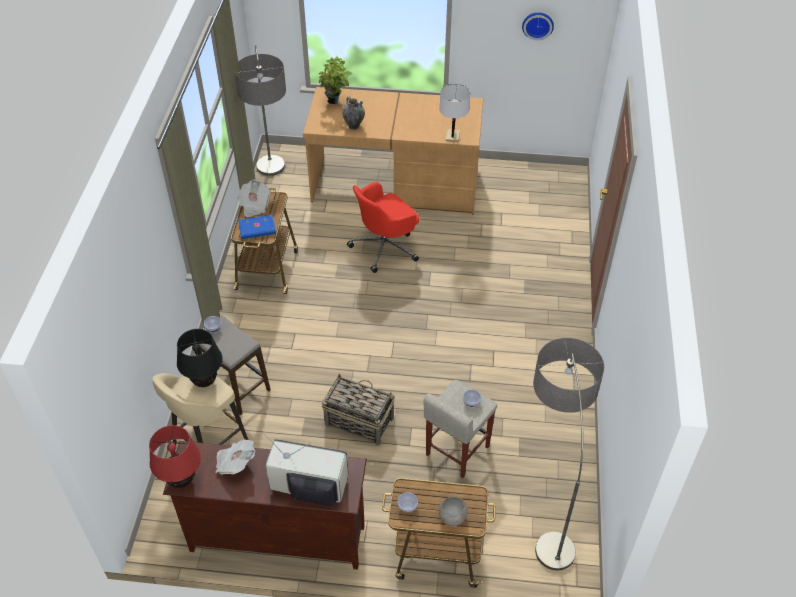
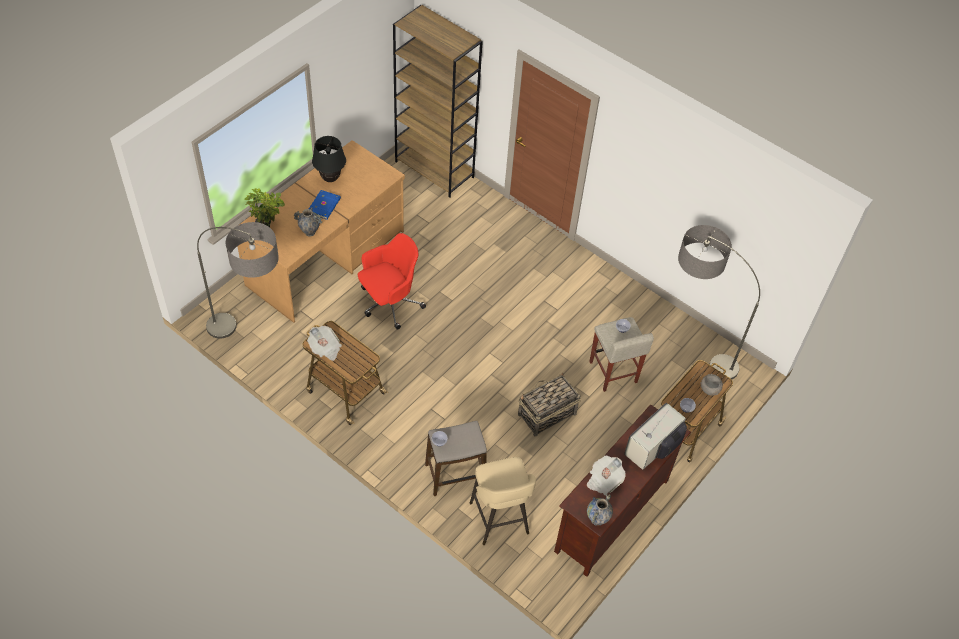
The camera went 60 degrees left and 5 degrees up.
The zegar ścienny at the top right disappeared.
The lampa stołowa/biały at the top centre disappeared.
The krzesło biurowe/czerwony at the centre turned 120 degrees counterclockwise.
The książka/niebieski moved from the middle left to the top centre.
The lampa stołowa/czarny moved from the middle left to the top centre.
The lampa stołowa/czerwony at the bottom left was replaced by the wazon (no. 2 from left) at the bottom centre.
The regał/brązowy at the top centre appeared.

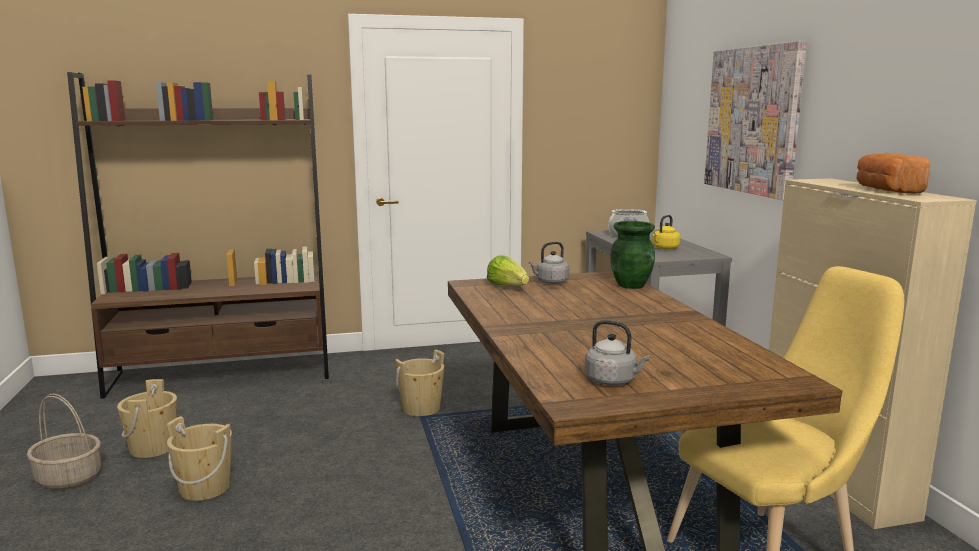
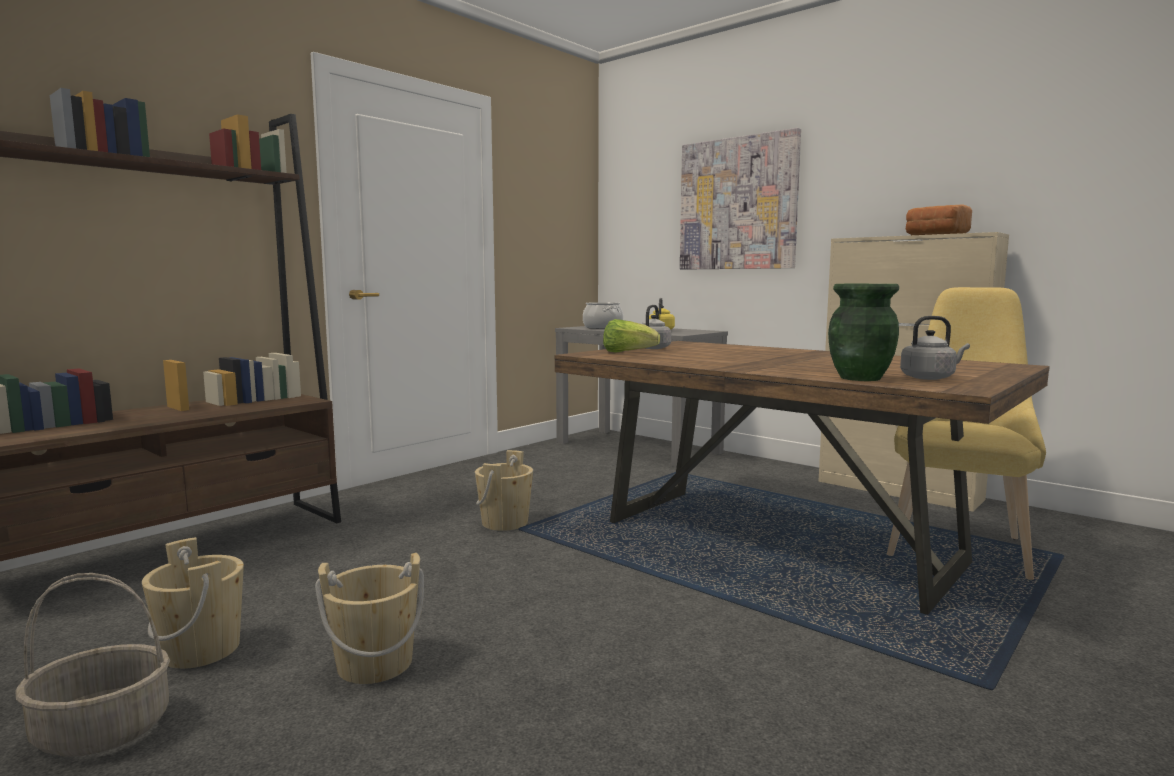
The camera went 35 degrees left and 5 degrees down.
The wazon/zielony moved from the centre to the middle right.

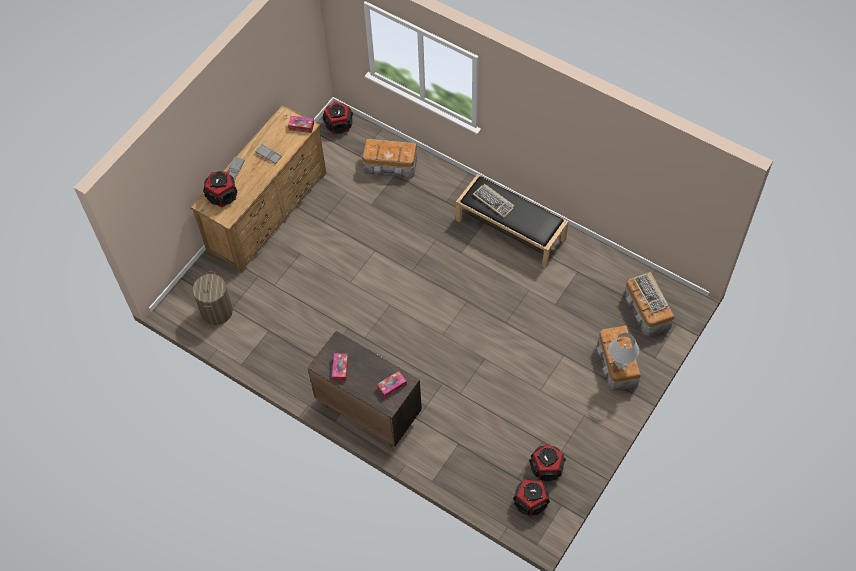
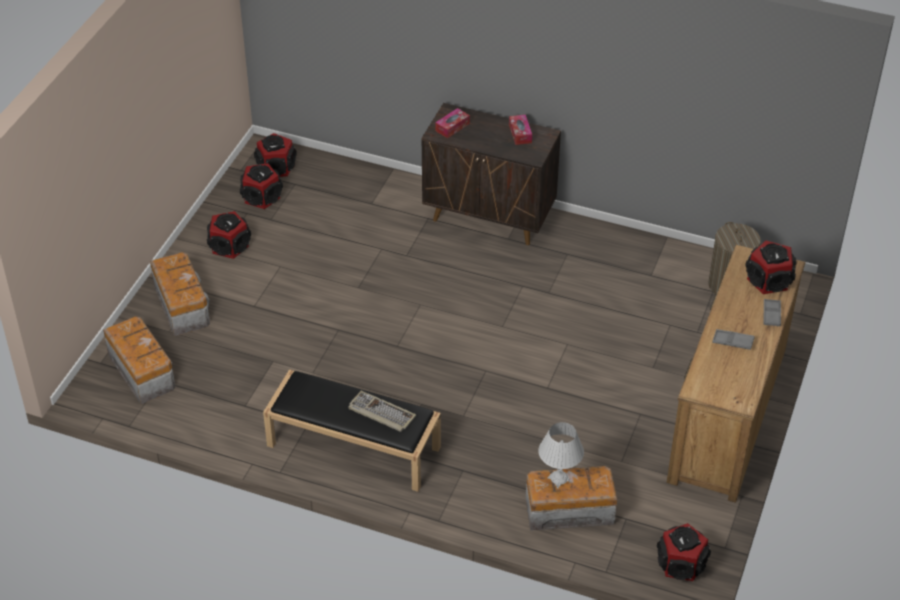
The camera went 165 degrees right and 15 degrees down.
The pudełko chusteczek (no. 1 from left) at the top centre disappeared.
The klawiatura (no. 2 from left) at the middle right disappeared.
The lampa stołowa/biały moved from the middle right to the bottom centre.
The głośnik (no. 1 from left) at the middle left appeared.

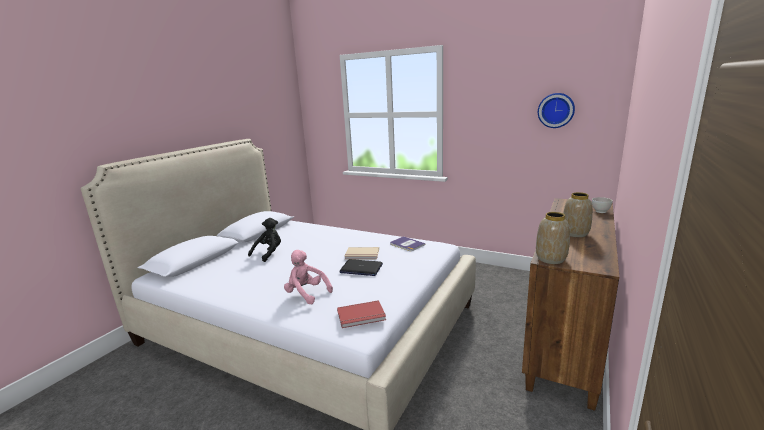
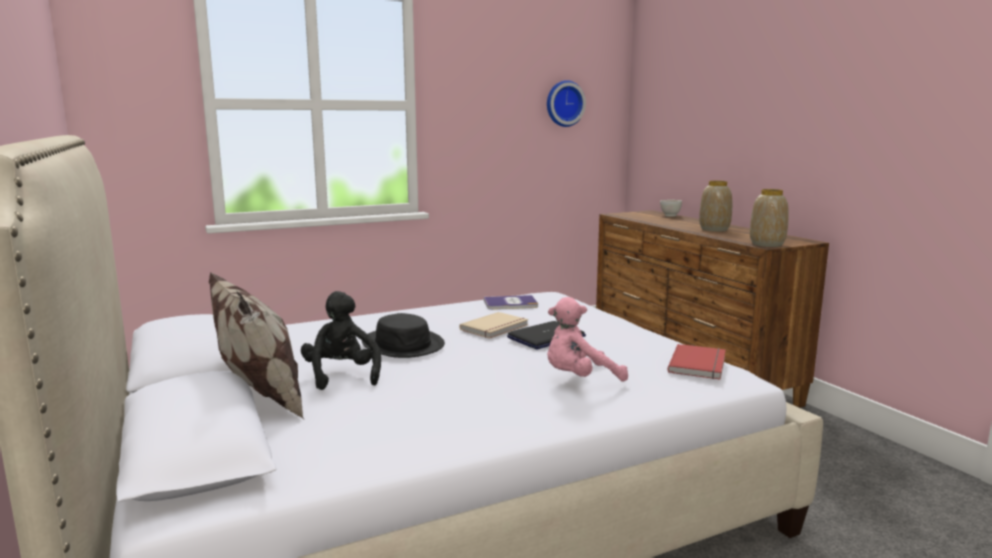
The camera went 55 degrees left and 5 degrees down.
The poduszka at the middle left appeared.
The kapelusz/czarny at the centre appeared.

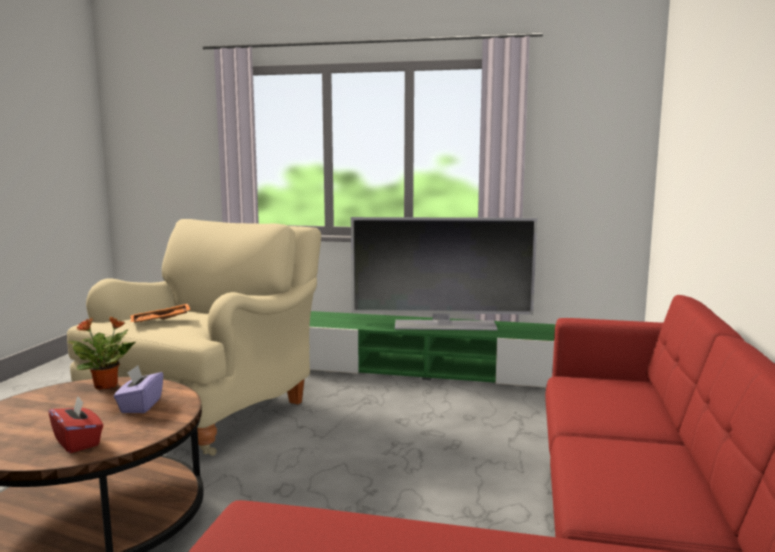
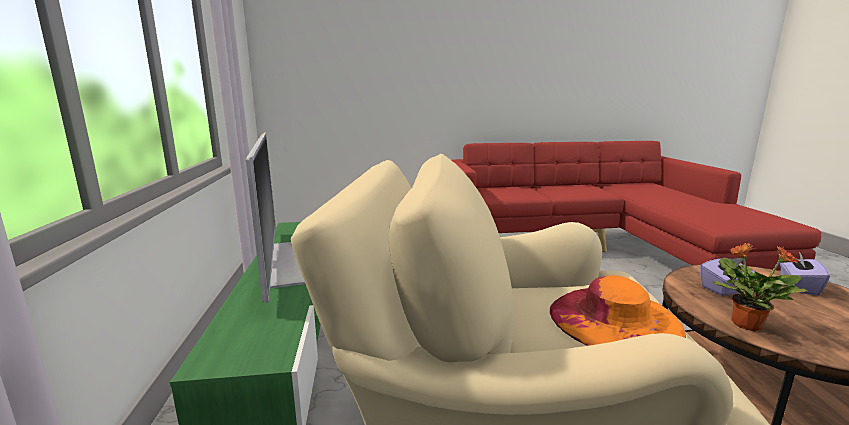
The camera went 110 degrees left and 5 degrees up.
The taca/pomarańczowy at the middle left was replaced by the kapelusz/pomarańczowy at the bottom right.
The pudełko chusteczek/czerwony at the bottom left became the pudełko chusteczek/fioletowy (no. 2 from left) at the middle right.

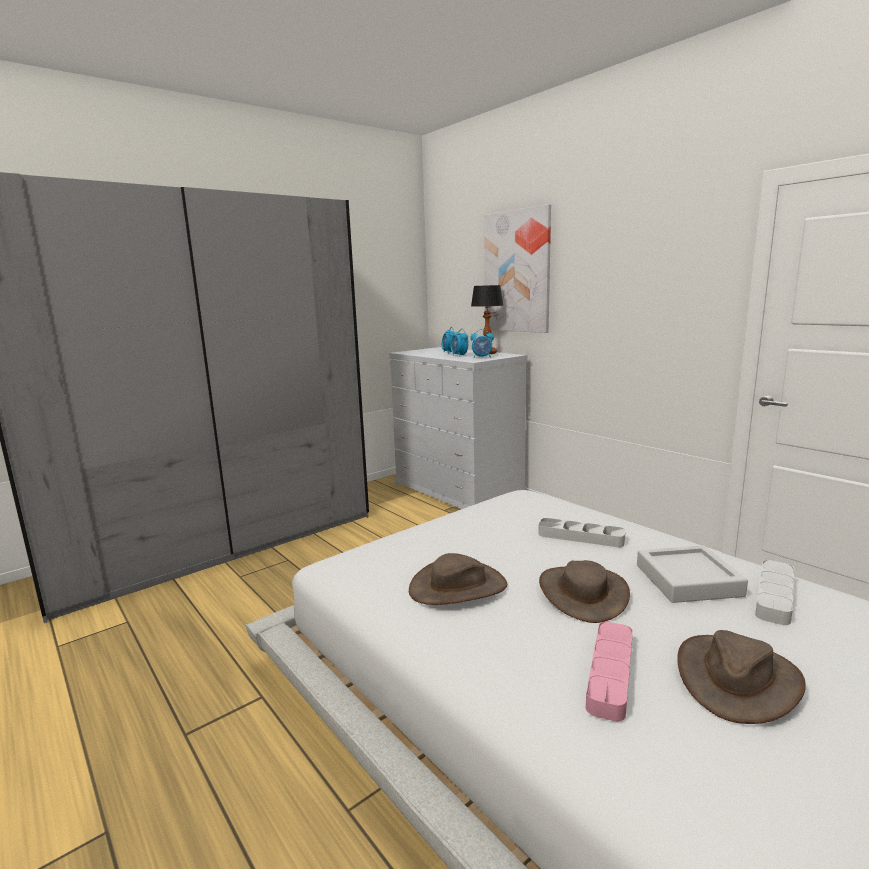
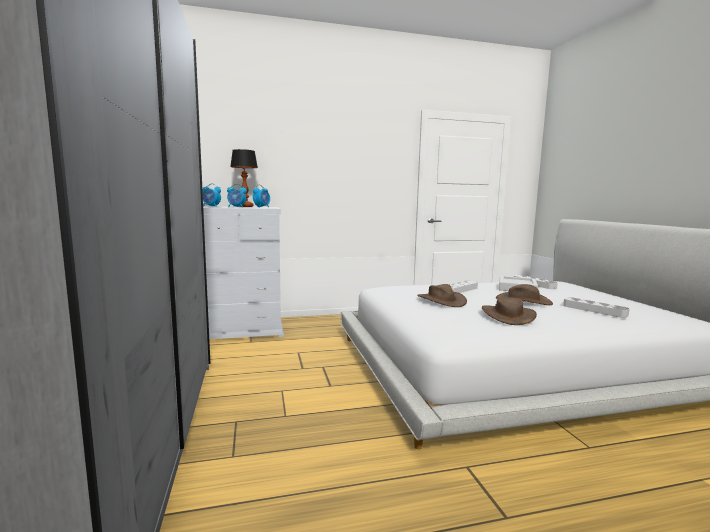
The camera went 65 degrees left and 5 degrees down.
The obraz at the top centre disappeared.
The taca/różowy at the bottom right became the taca/szary (no. 4 from left) at the middle right.
The kapelusz/brązowy (no. 3 from left in the first image) moved from the bottom right to the centre.

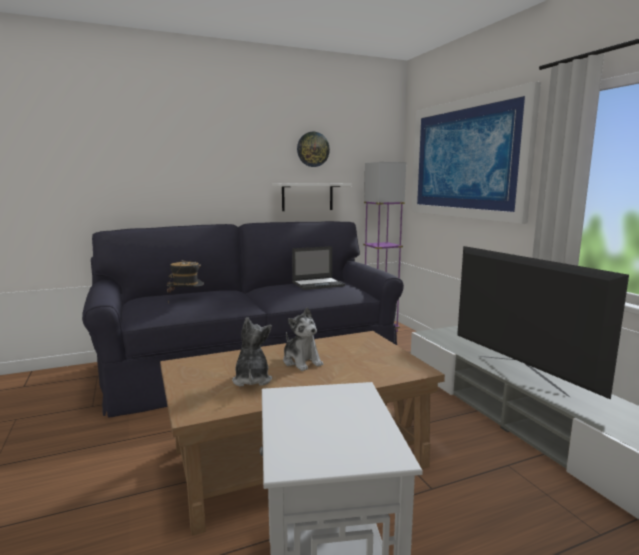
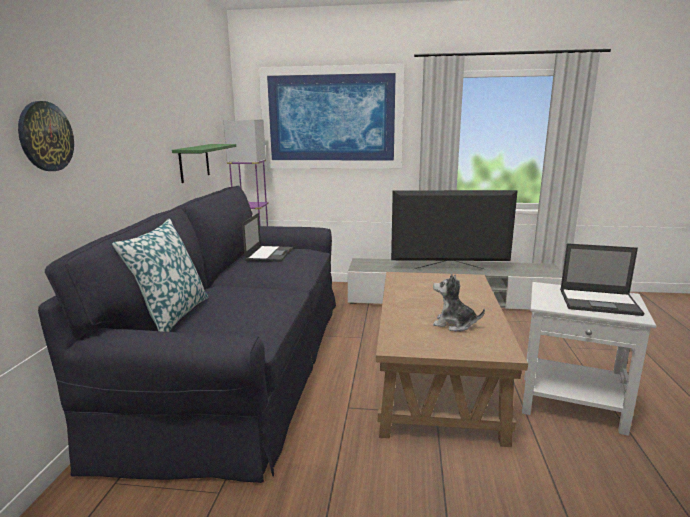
The camera went 60 degrees left and 5 degrees up.
The zegar ścienny moved from the top centre to the top left.
The półka/biały at the centre became the półka/zielony at the top left.
The kapelusz at the middle left disappeared.
The pluszak (no. 2 from left) at the centre disappeared.
The poduszka at the middle left appeared.
The laptop (no. 2 from left) at the middle right appeared.

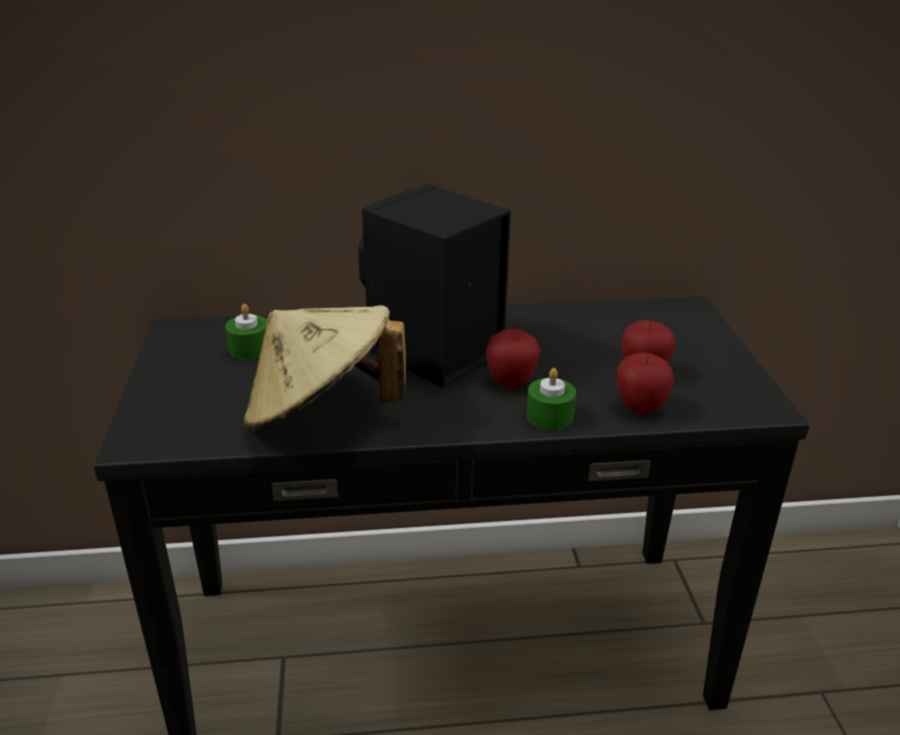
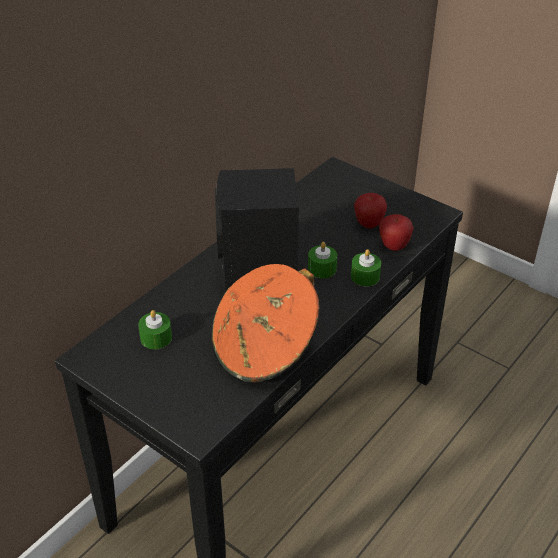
The camera went 45 degrees left and 10 degrees up.
The kapelusz/beżowy at the centre became the kapelusz/pomarańczowy at the centre.
The jabłko (no. 1 from left) at the centre was replaced by the świeca/zielony (no. 2 from left) at the centre.

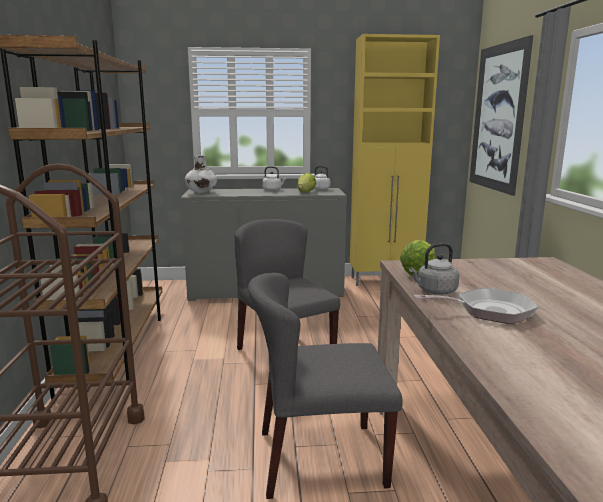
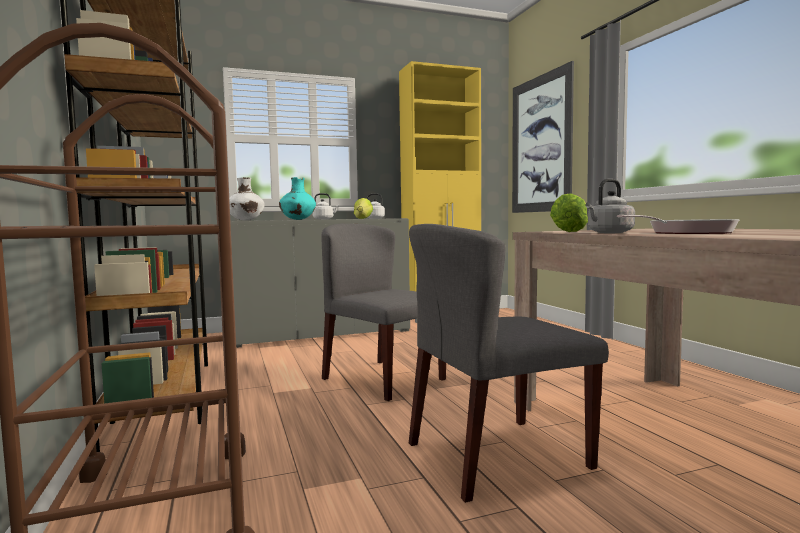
The camera went 15 degrees left and 10 degrees down.
The wazon/turkusowy at the centre appeared.

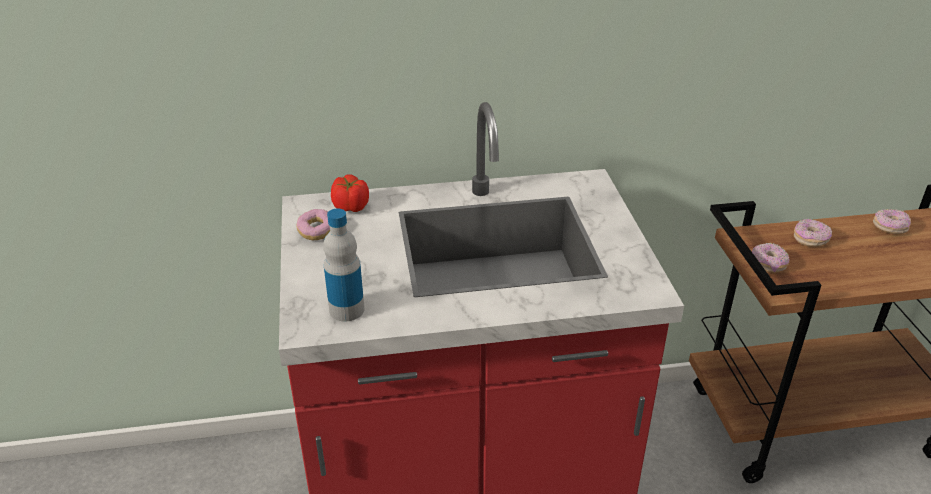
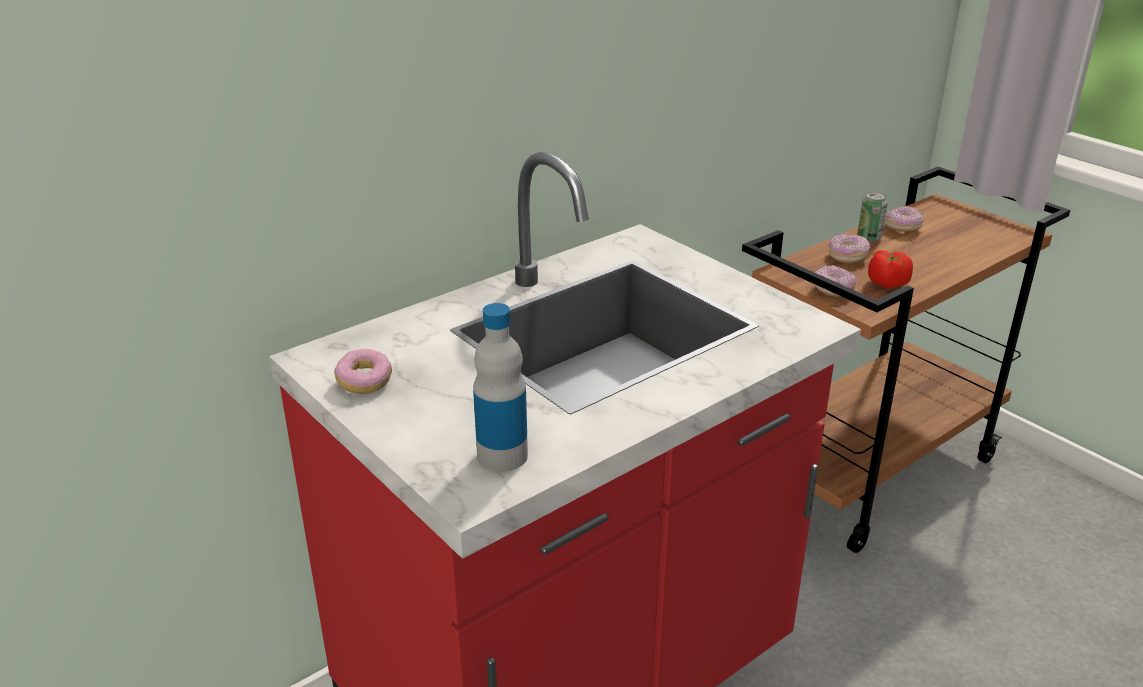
The camera went 30 degrees left and 5 degrees down.
The pomidor moved from the centre to the middle right.
The puszka at the top right appeared.

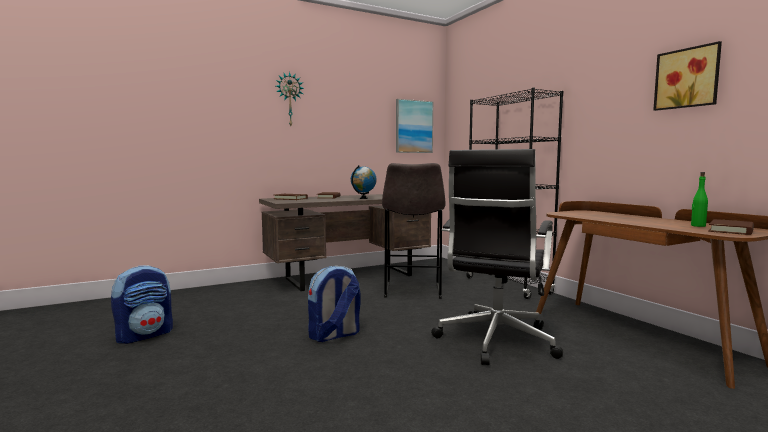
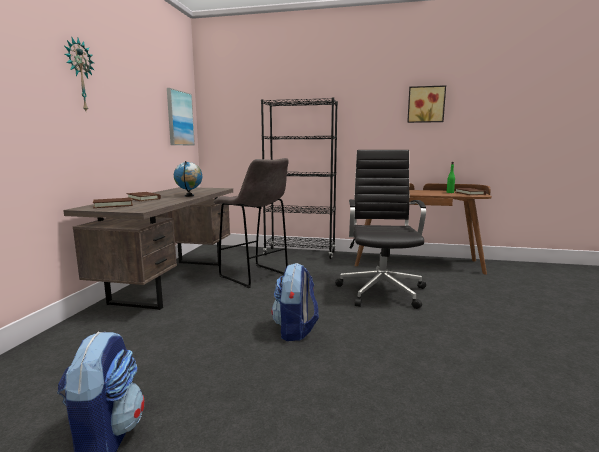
The camera went 50 degrees left and 5 degrees up.
The krzesło biurowe/czarny at the centre turned 150 degrees counterclockwise.

